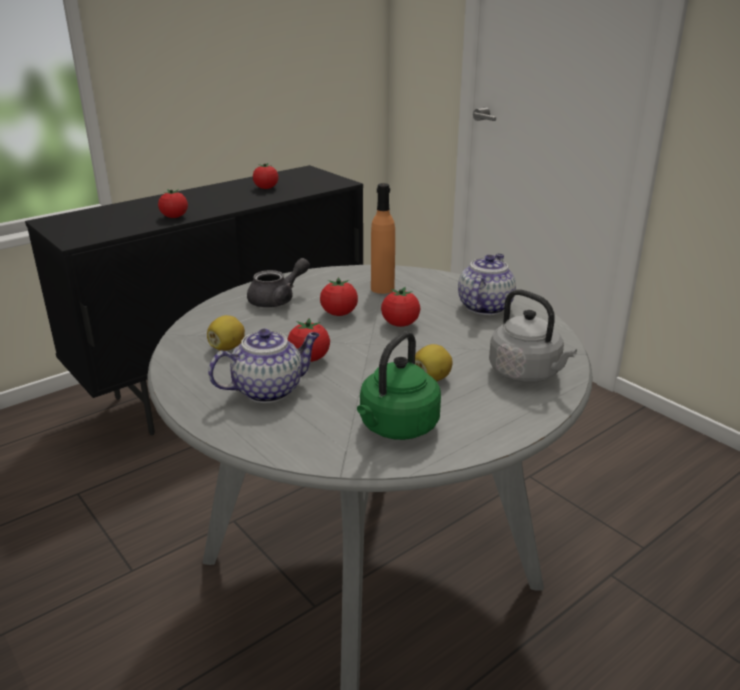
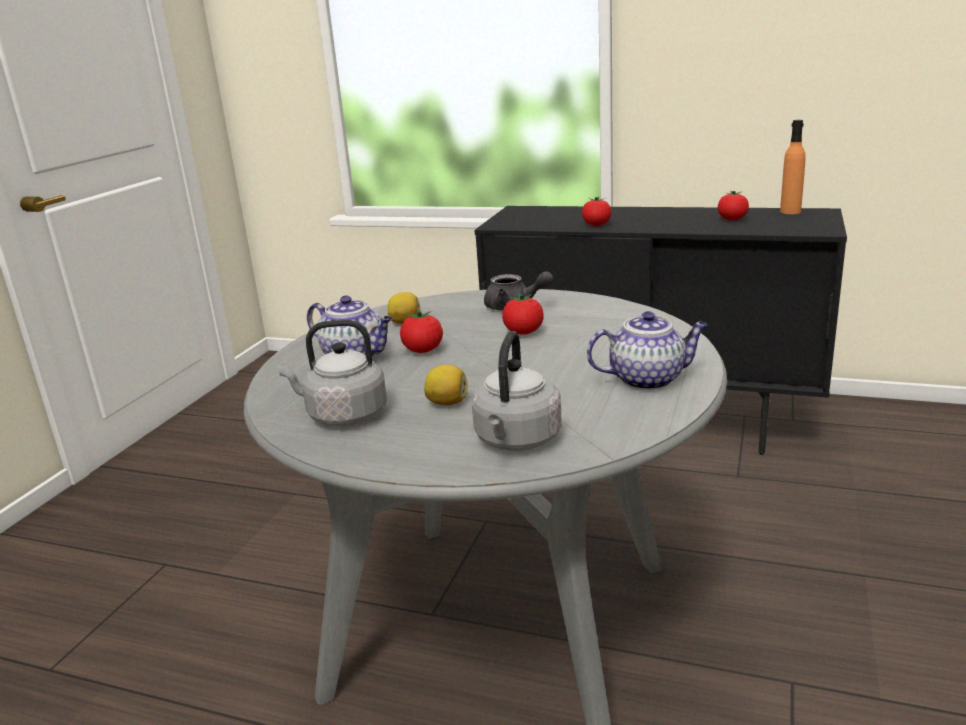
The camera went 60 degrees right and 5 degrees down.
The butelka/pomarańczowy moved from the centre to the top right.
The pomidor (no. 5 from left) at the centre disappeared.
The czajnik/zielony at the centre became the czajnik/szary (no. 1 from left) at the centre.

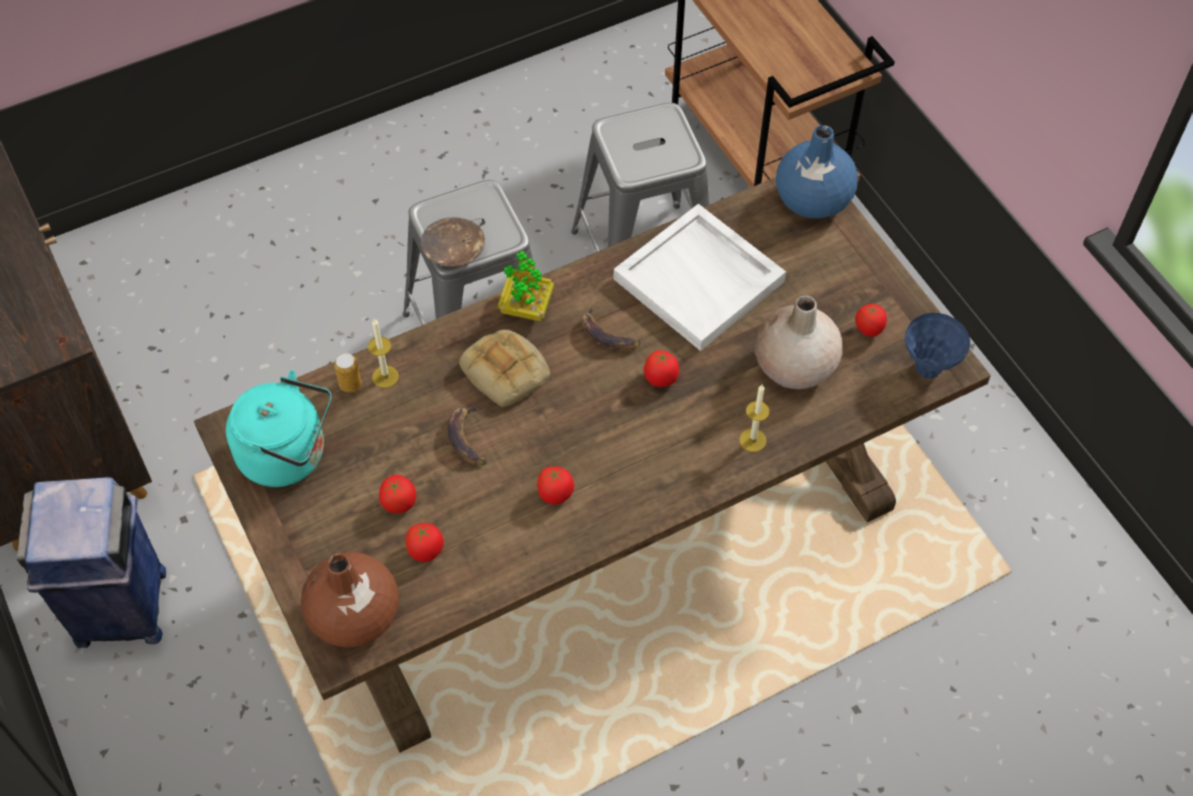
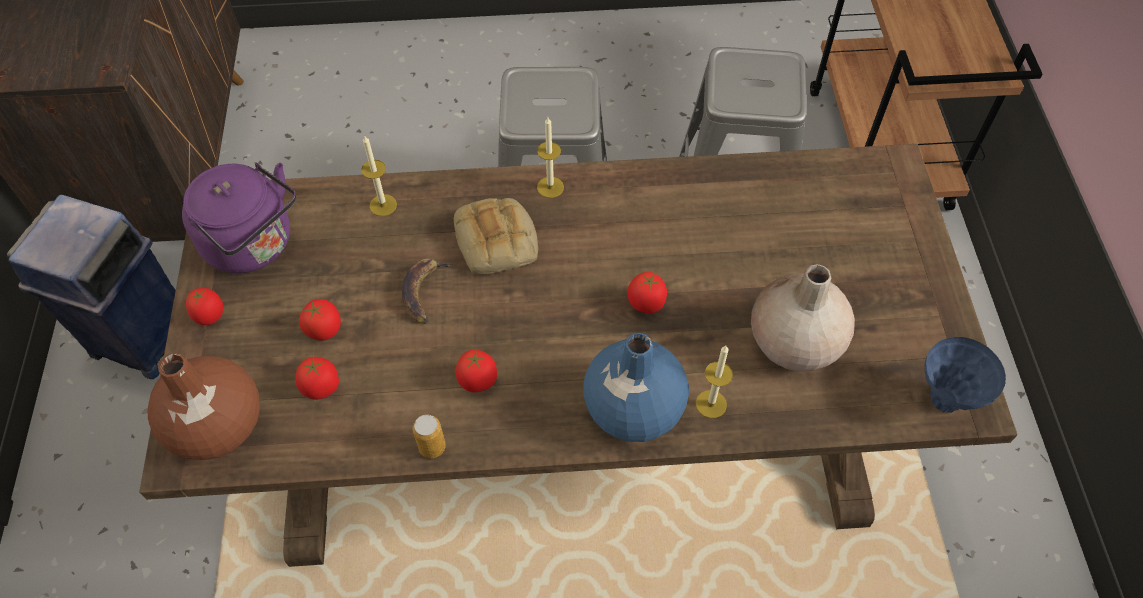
The camera went 25 degrees right and 0 degrees up.
The wazon/niebieski (no. 1 from left) moved from the top right to the centre.
The taca/biały at the centre disappeared.
The miska/brązowy at the top centre disappeared.
The roślina doniczkowa at the centre was replaced by the świeca (no. 2 from left) at the top centre.
The pomidor (no. 5 from left in the first image) moved from the middle right to the middle left.
The banan (no. 2 from left) at the centre disappeared.
The puszka moved from the middle left to the bottom centre.
The czajnik/turkusowy at the middle left became the czajnik/fioletowy at the middle left.

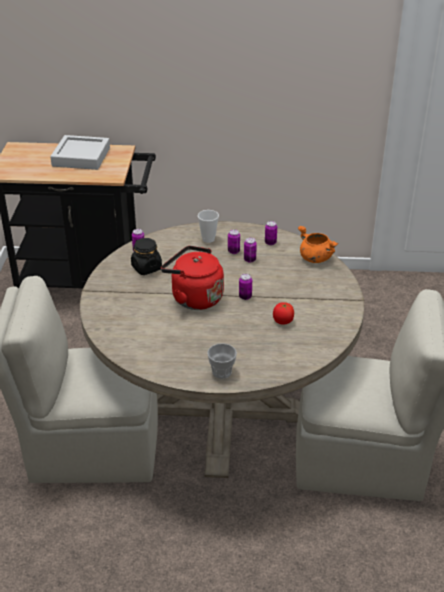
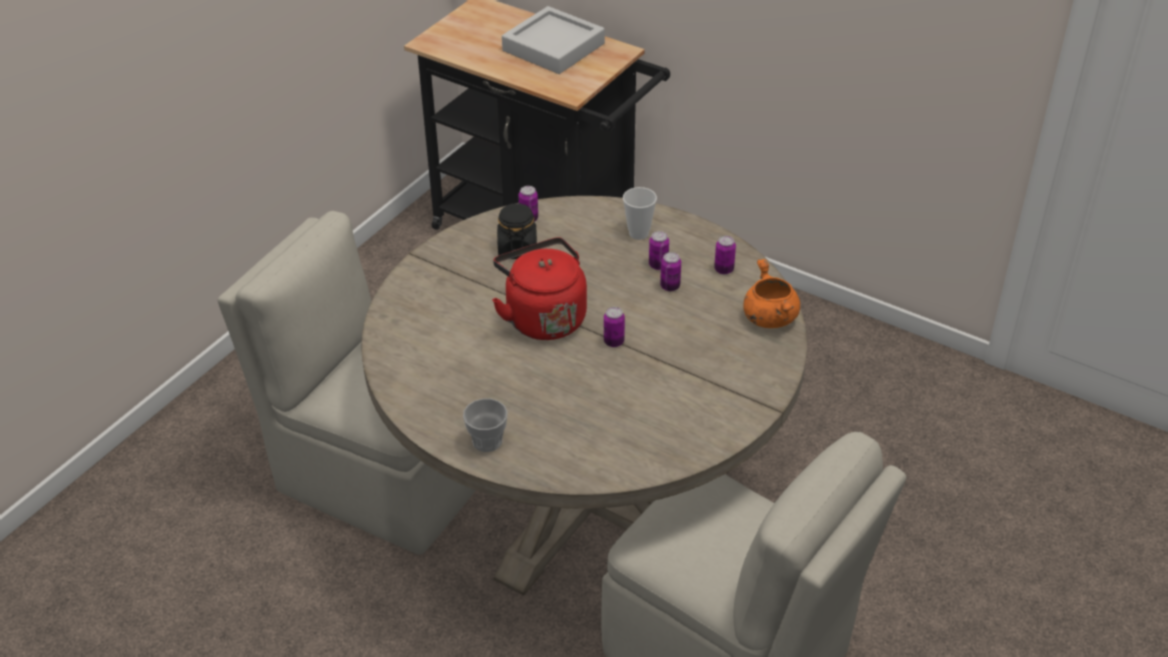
The camera went 30 degrees right and 5 degrees up.
The pomidor at the centre disappeared.

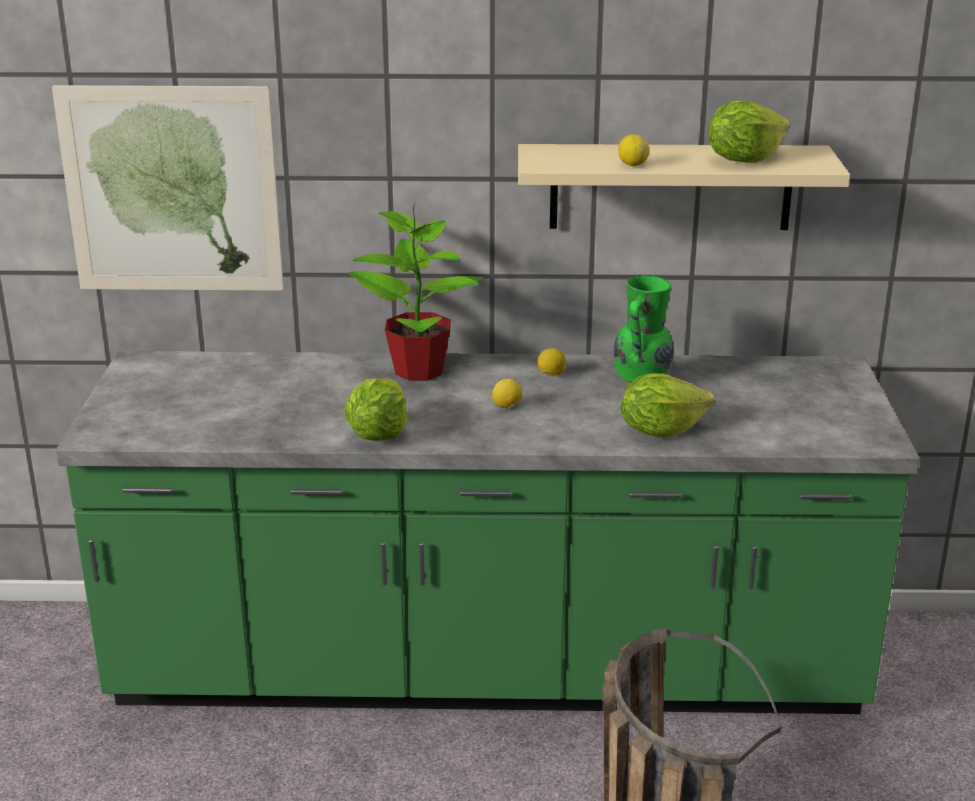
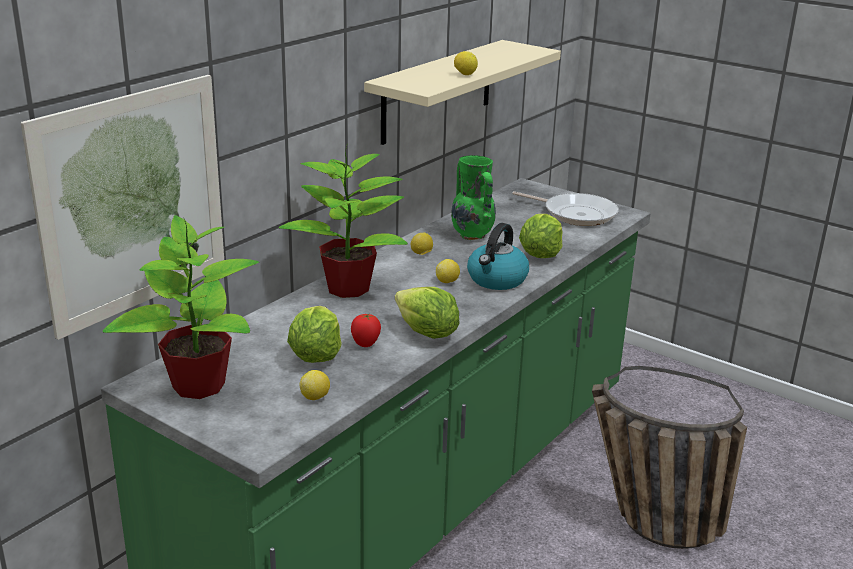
The camera went 55 degrees left and 0 degrees up.
The sałata (no. 3 from left in the first image) moved from the top right to the centre.
The patelnia at the centre appeared.
The roślina doniczkowa (no. 1 from left) at the middle left appeared.
The czajnik at the centre appeared.
The pomidor at the centre appeared.
The cytryna (no. 1 from left) at the bottom centre appeared.

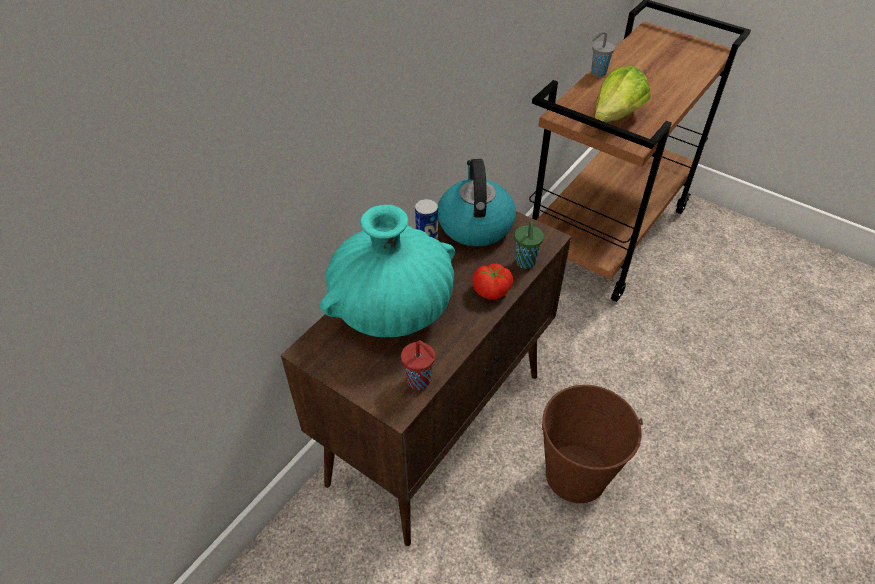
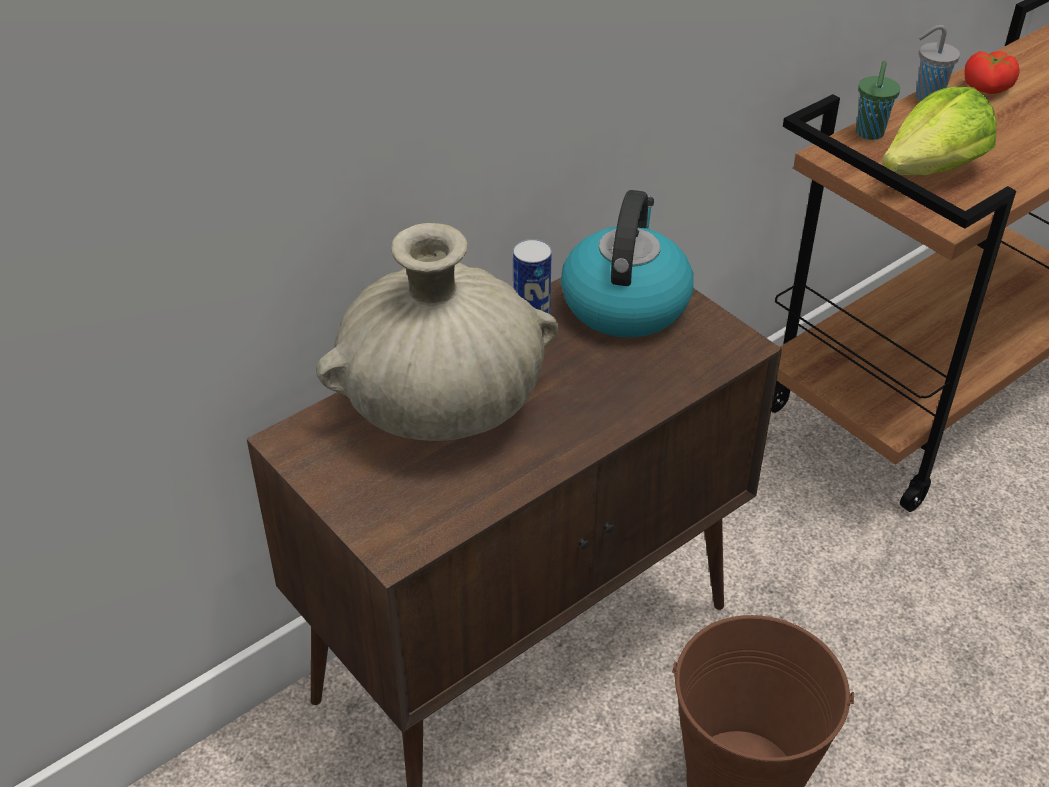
The camera went 15 degrees right and 5 degrees down.
The wazon/turkusowy at the centre became the wazon/beżowy at the centre.
The filiżanka/zielony moved from the centre to the top right.
The pomidor moved from the centre to the top right.
The filiżanka/czerwony at the centre disappeared.

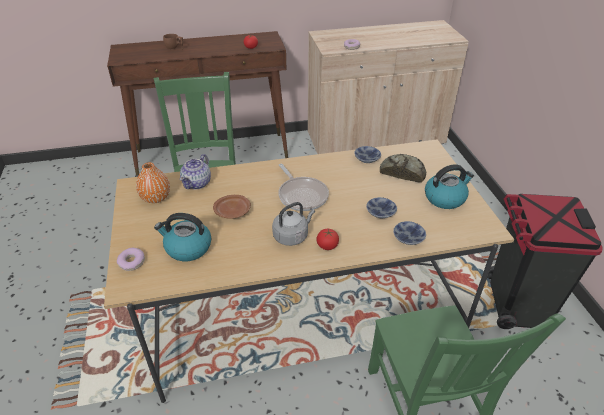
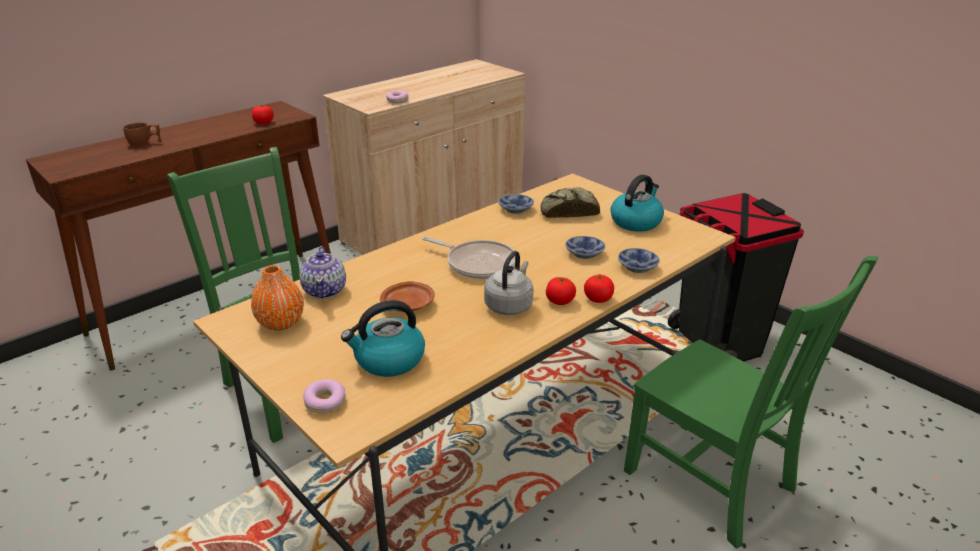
The camera went 30 degrees left and 10 degrees down.
The pomidor (no. 3 from left) at the centre appeared.

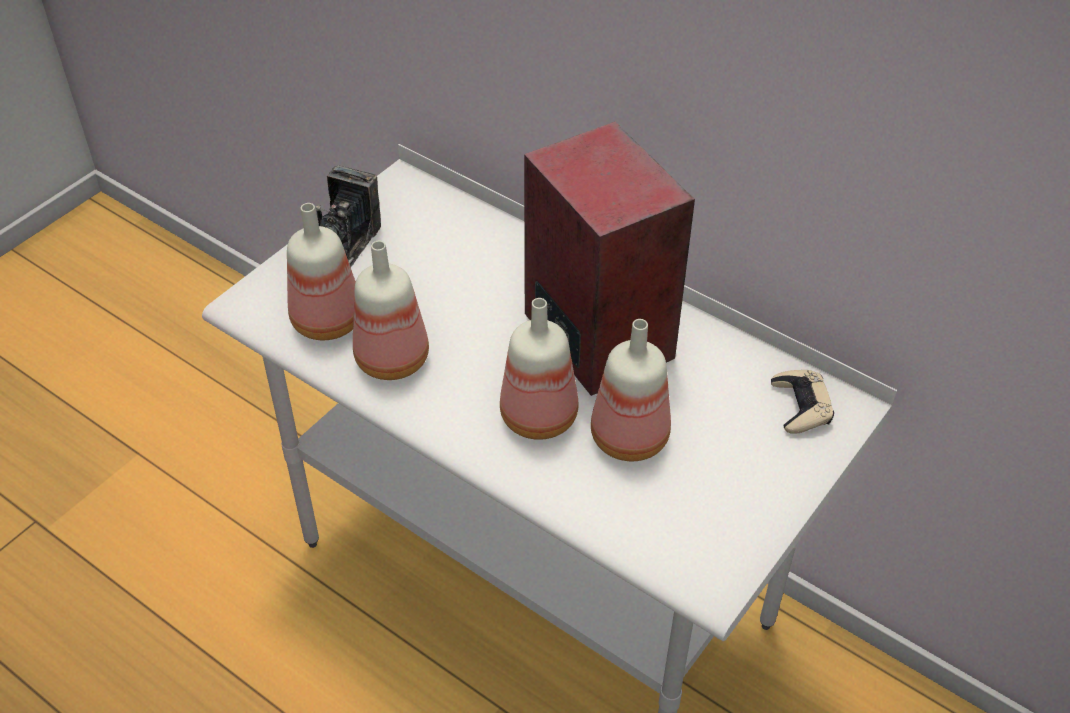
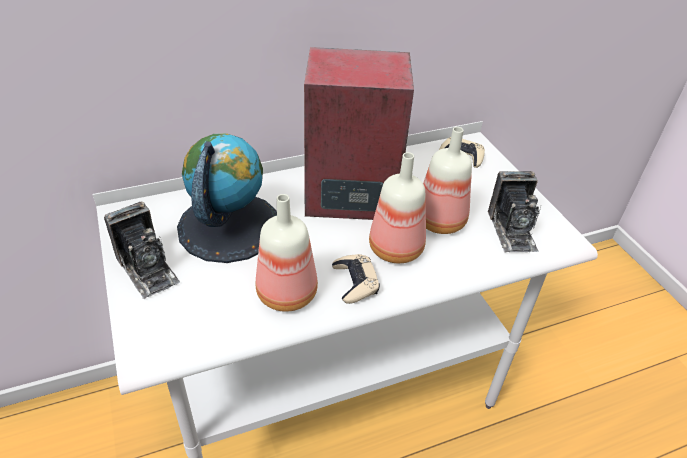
The camera went 60 degrees left and 5 degrees down.
The butelka (no. 1 from left) at the middle left disappeared.
The globus at the middle left appeared.
The aparat fotograficzny (no. 2 from left) at the middle right appeared.
The pad do gier/beżowy (no. 1 from left) at the centre appeared.

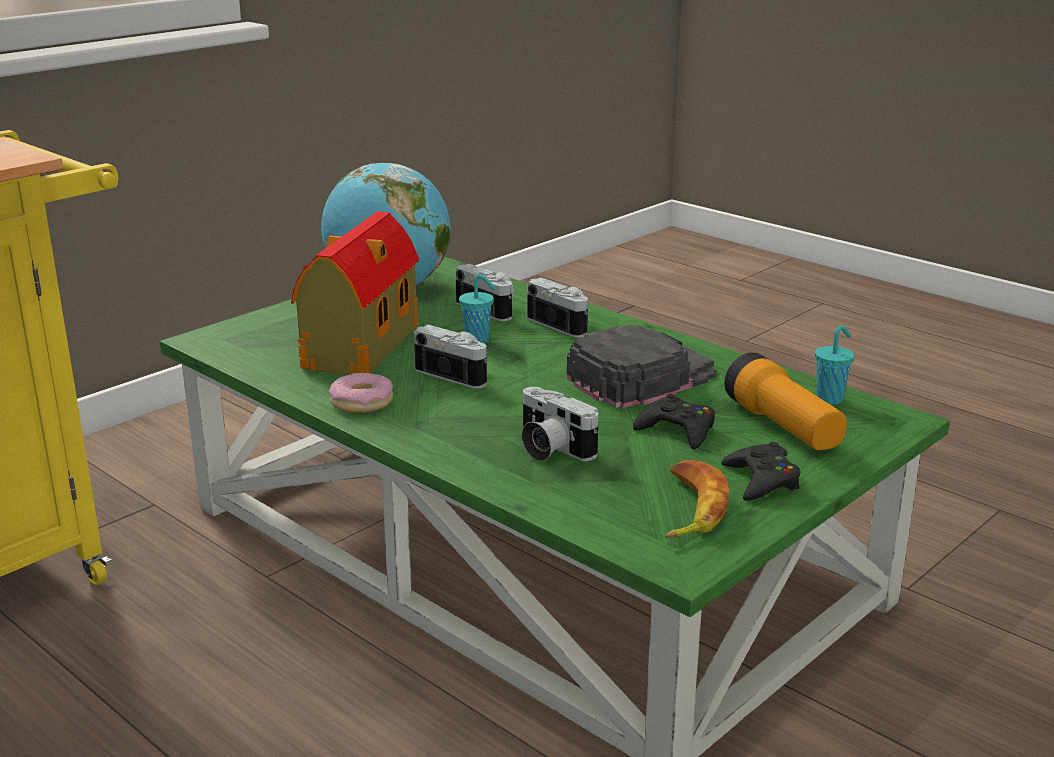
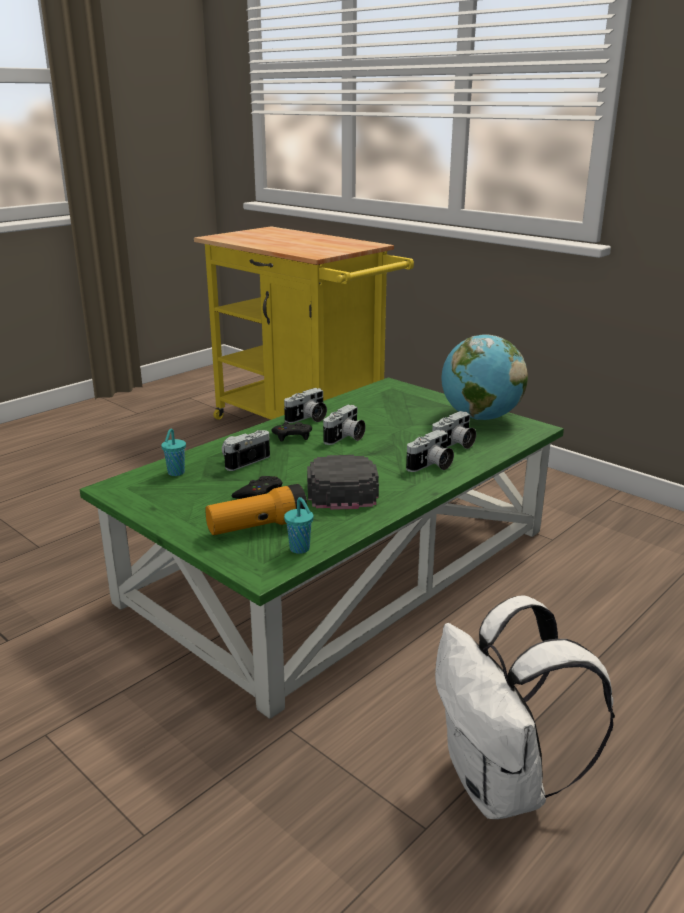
The camera went 90 degrees right and 0 degrees up.
The domek at the centre disappeared.
The filiżanka/turkusowy (no. 1 from left) moved from the centre to the middle left.
The czapka z daszkiem/czarny at the centre turned 150 degrees counterclockwise.
The donut at the centre was replaced by the aparat fotograficzny (no. 2 from left) at the centre.
The pad do gier/czarny (no. 2 from left) moved from the middle right to the centre.
The banan at the centre disappeared.
The plecak/biały at the bottom right appeared.

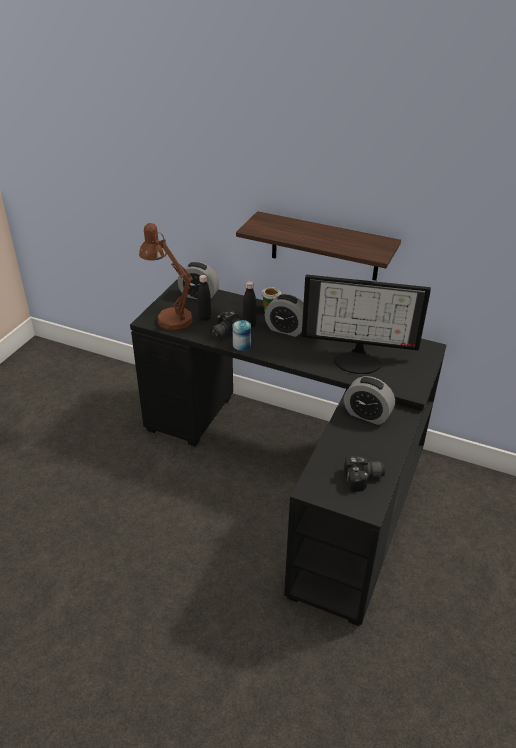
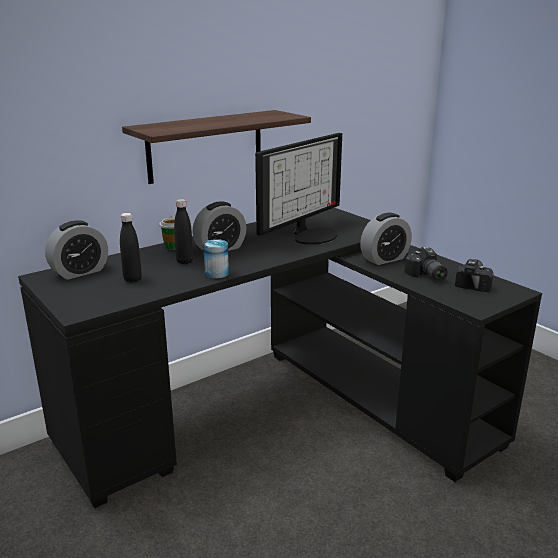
The camera went 60 degrees left and 15 degrees down.
The lampa stołowa/brązowy at the middle left disappeared.
The aparat fotograficzny (no. 1 from left) moved from the centre to the middle right.

